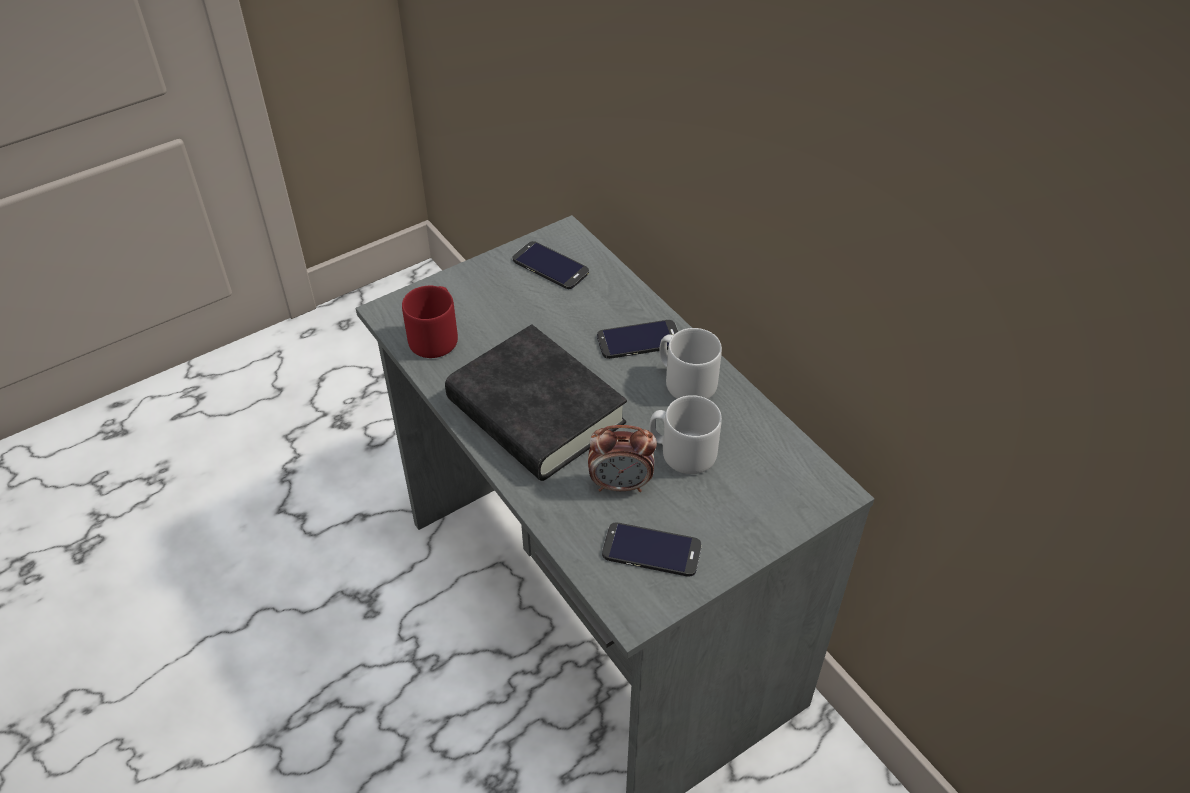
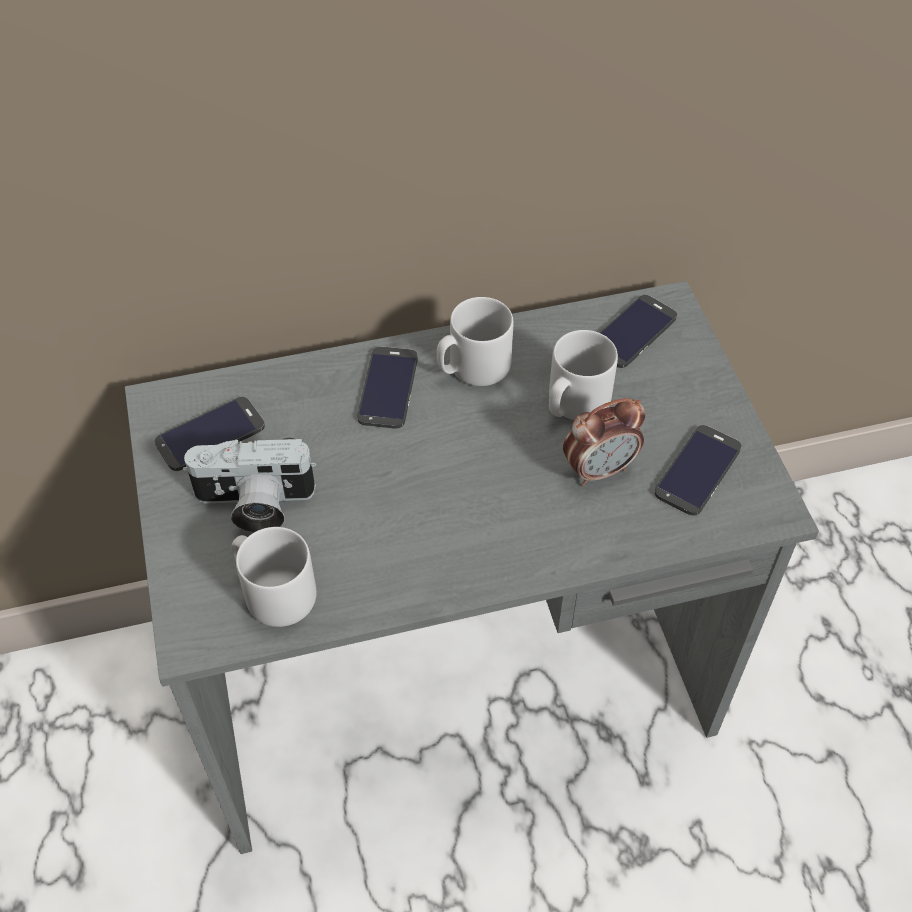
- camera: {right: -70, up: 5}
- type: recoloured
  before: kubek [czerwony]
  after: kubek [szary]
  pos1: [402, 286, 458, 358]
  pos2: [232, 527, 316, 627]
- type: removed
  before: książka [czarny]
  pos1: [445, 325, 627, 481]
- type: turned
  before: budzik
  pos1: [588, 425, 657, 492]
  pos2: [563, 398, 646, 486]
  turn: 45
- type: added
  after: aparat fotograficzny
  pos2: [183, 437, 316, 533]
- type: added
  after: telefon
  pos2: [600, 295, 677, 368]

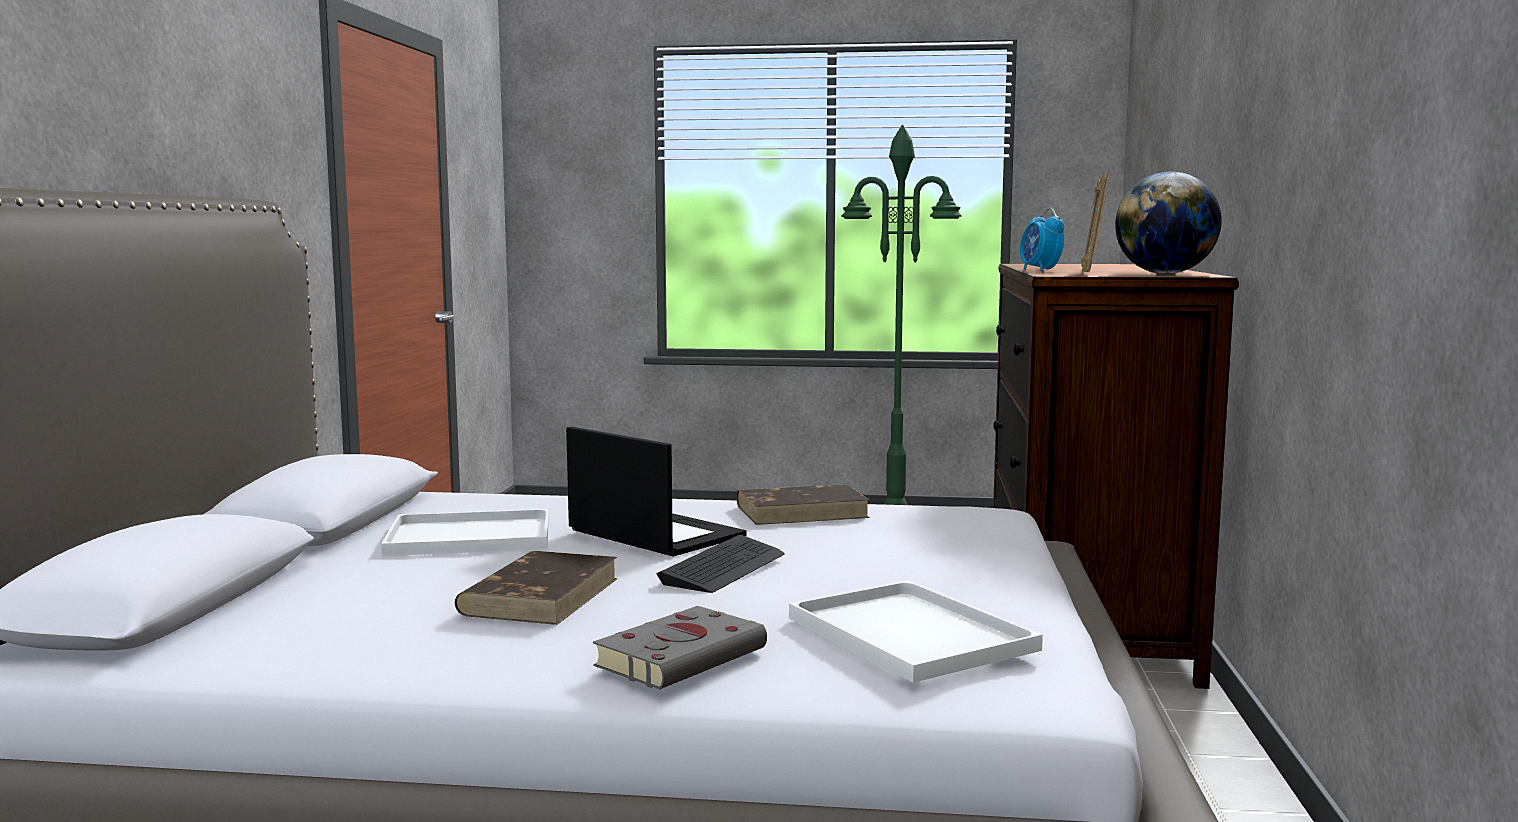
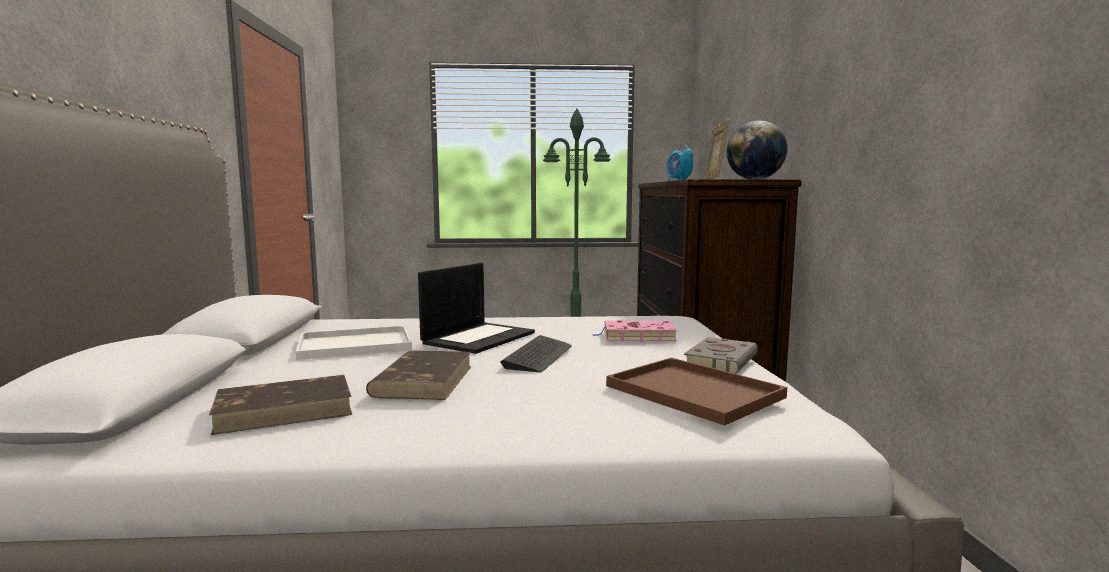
- camera: {right: -10, up: 0}
- type: turned
  before: laptop
  pos1: [566, 427, 747, 557]
  pos2: [418, 263, 535, 354]
  turn: 90
- type: moved
  before: książka [szary]
  pos1: [593, 606, 767, 689]
  pos2: [684, 337, 758, 374]
- type: moved
  before: książka [brązowy]
  pos1: [737, 484, 870, 525]
  pos2: [209, 375, 352, 435]
- type: recoloured
  before: taca [biały]
  after: taca [brązowy]
  pos1: [789, 580, 1043, 683]
  pos2: [606, 358, 787, 426]
- type: added
  after: książka [różowy]
  pos2: [592, 320, 677, 342]

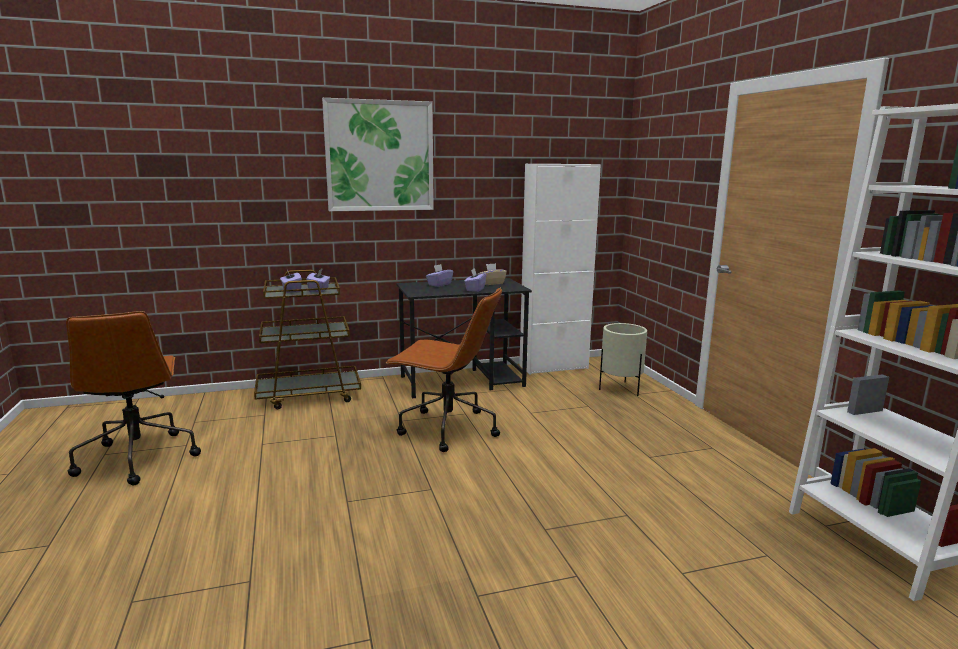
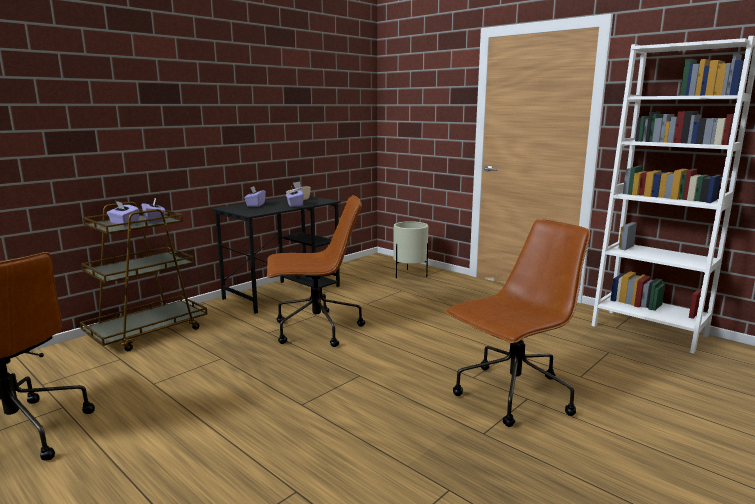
- camera: {right: -30, up: 0}
- type: removed
  before: obraz
  pos1: [322, 98, 434, 211]
- type: removed
  before: szafka [biały]
  pos1: [519, 164, 601, 375]
- type: added
  after: krzesło biurowe [brązowy]
  pos2: [445, 219, 590, 427]

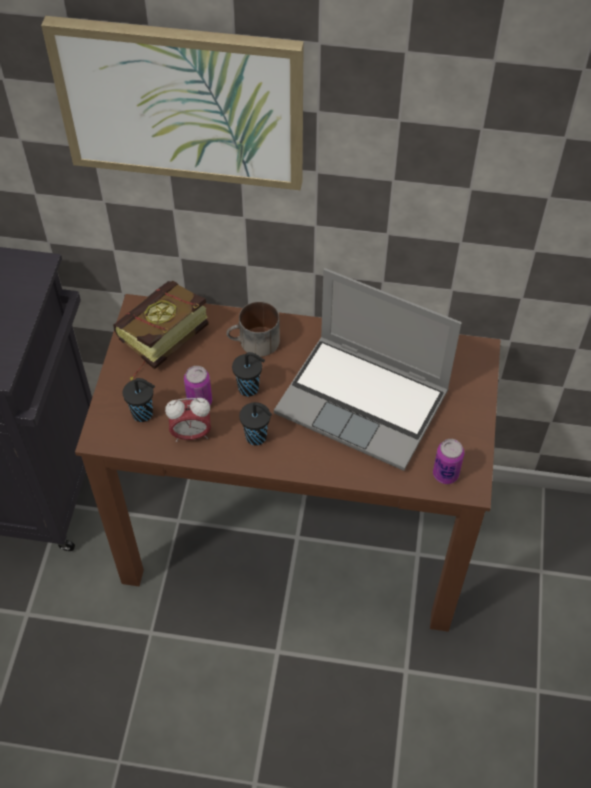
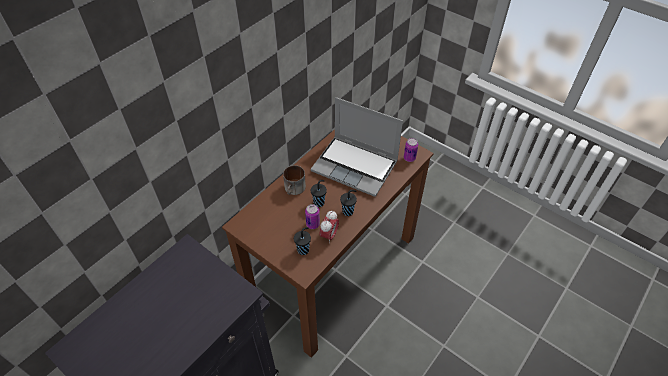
- camera: {right: -60, up: -5}
- type: removed
  before: obraz
  pos1: [41, 16, 304, 190]
- type: removed
  before: książka
  pos1: [113, 281, 209, 380]
- type: turned
  before: laptop
  pos1: [274, 268, 462, 471]
  pos2: [311, 97, 403, 197]
  turn: 60

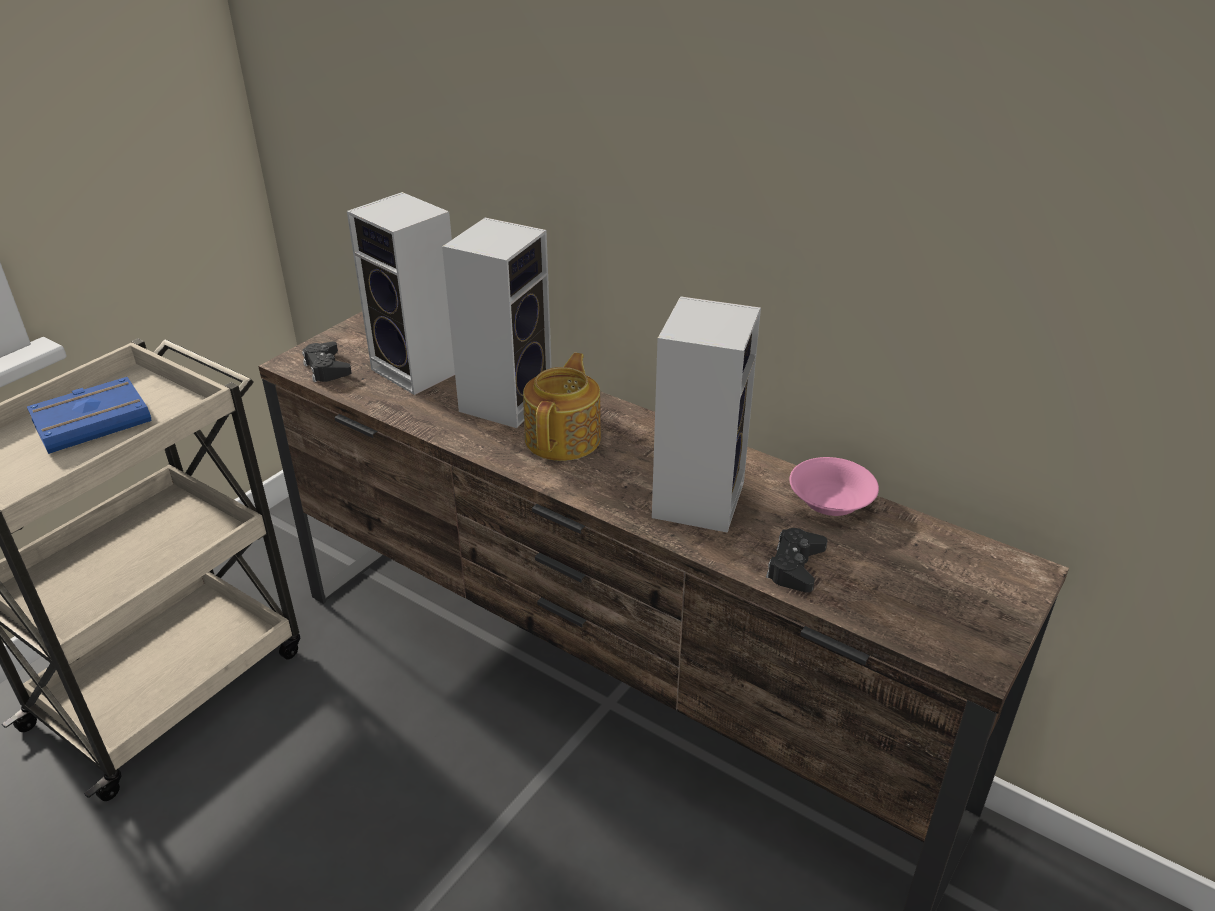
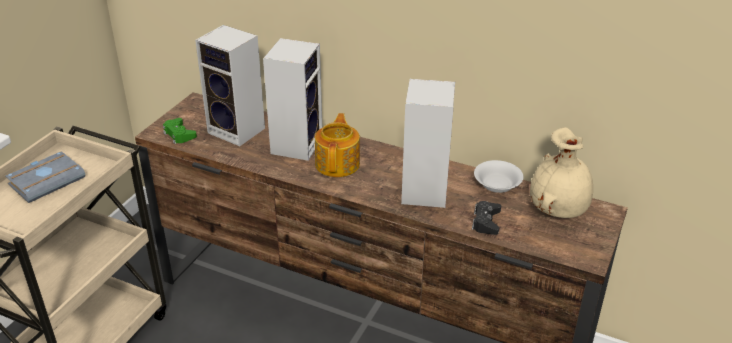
- camera: {right: -10, up: 0}
- type: recoloured
  before: książka [niebieski]
  after: książka [szary]
  pos1: [27, 377, 152, 454]
  pos2: [5, 151, 86, 203]
- type: recoloured
  before: pad do gier [czarny]
  after: pad do gier [zielony]
  pos1: [302, 342, 352, 382]
  pos2: [163, 118, 197, 144]
- type: recoloured
  before: miska [różowy]
  after: miska [biały]
  pos1: [789, 457, 879, 516]
  pos2: [474, 160, 524, 193]
- type: added
  after: wazon [beżowy]
  pos2: [530, 127, 593, 218]

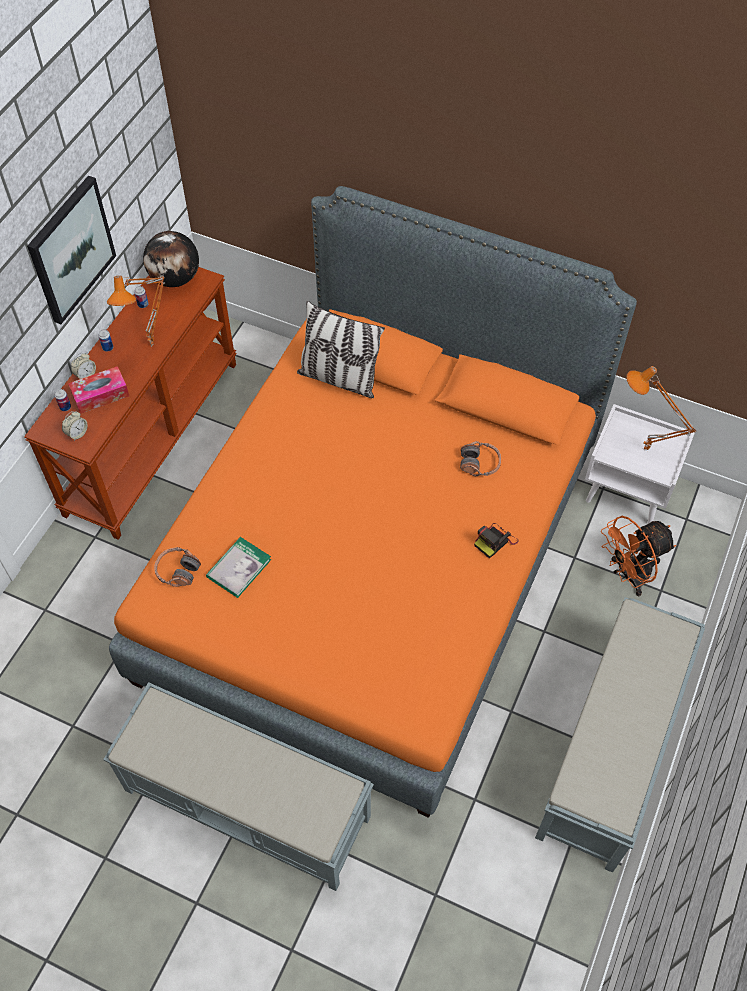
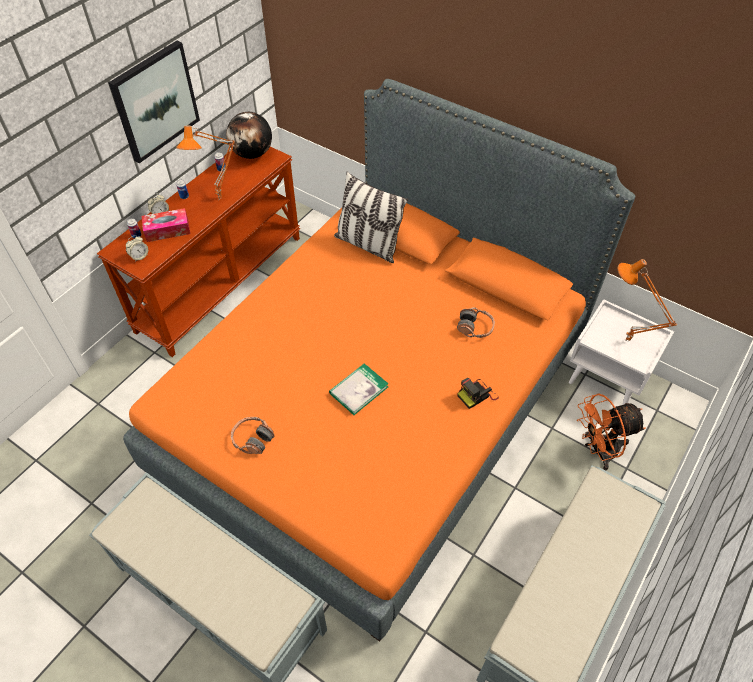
- camera: {right: 10, up: -5}
- type: moved
  before: słuchawki
  pos1: [154, 547, 201, 587]
  pos2: [231, 417, 274, 454]
- type: moved
  before: książka
  pos1: [206, 537, 271, 598]
  pos2: [329, 363, 389, 415]

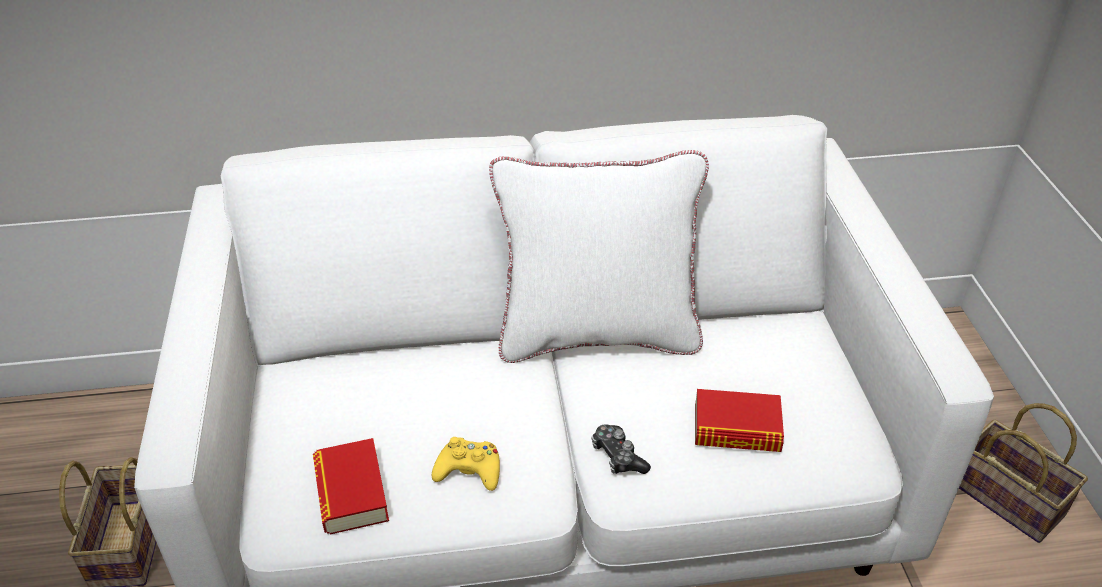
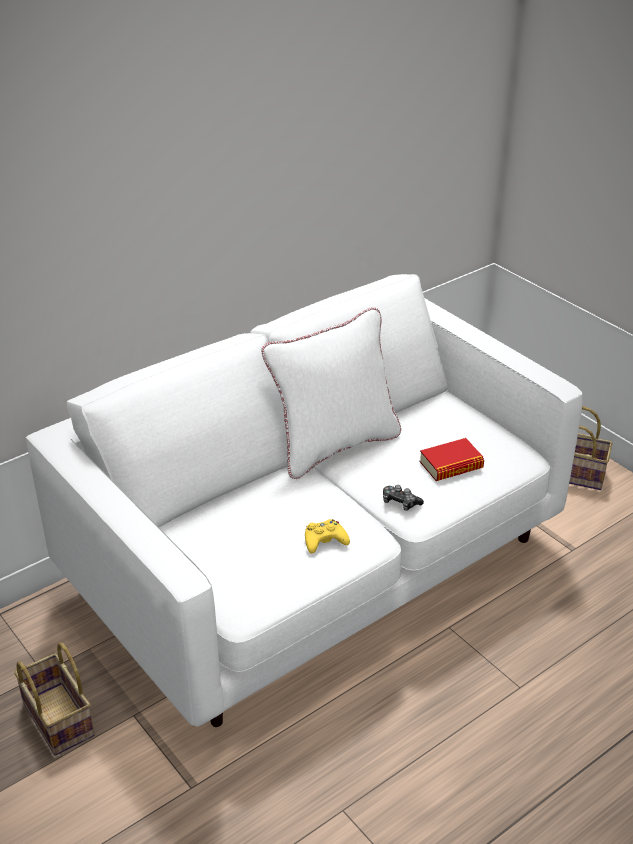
- camera: {right: -30, up: -5}
- type: removed
  before: książka
  pos1: [313, 438, 389, 534]

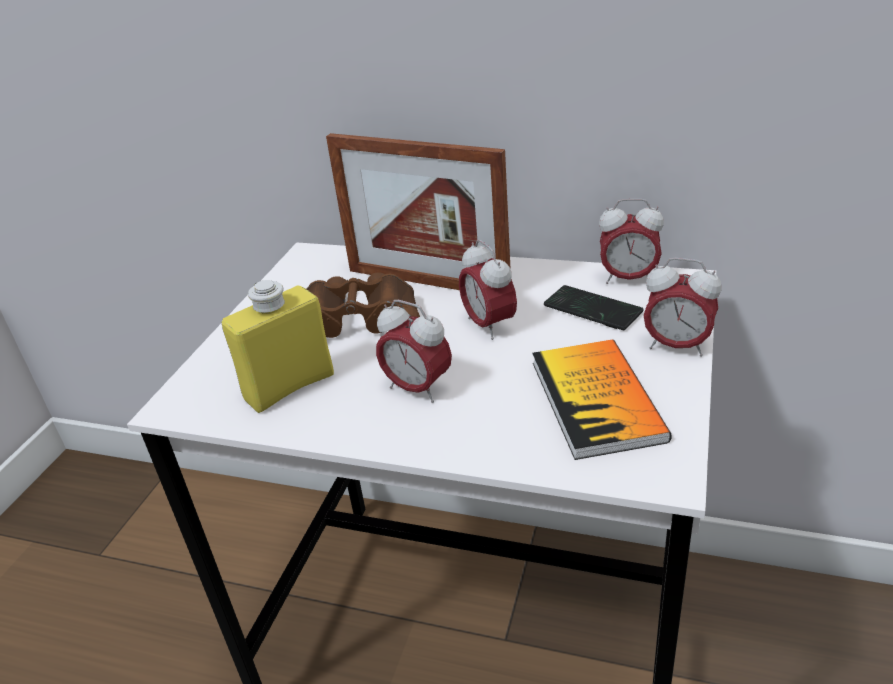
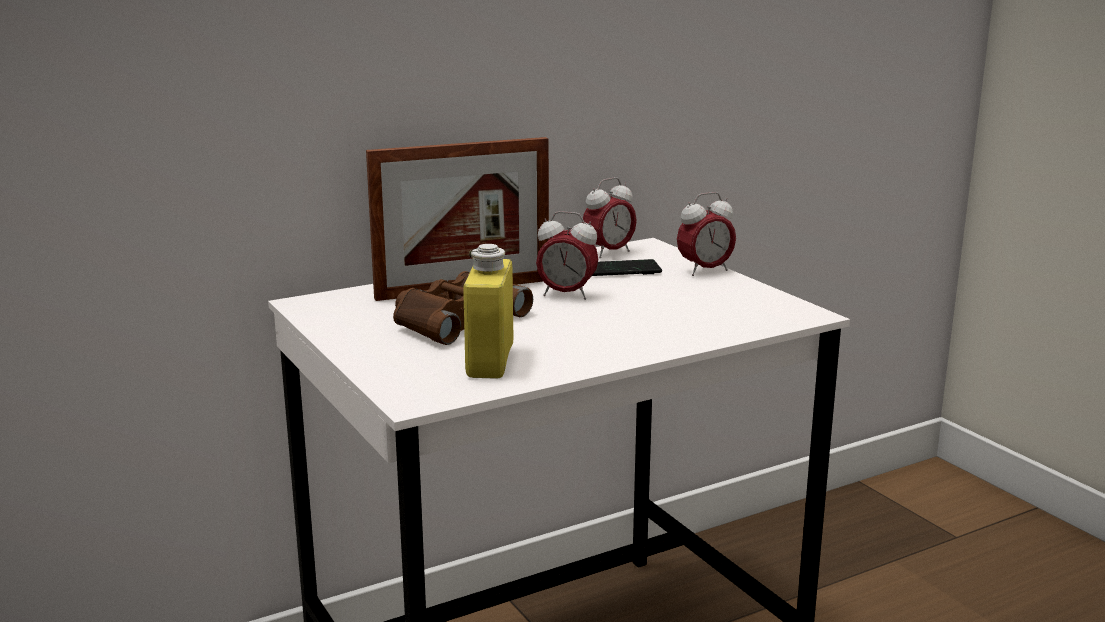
- camera: {right: -50, up: -15}
- type: removed
  before: budzik
  pos1: [376, 300, 452, 403]
- type: removed
  before: książka
  pos1: [532, 339, 672, 460]

